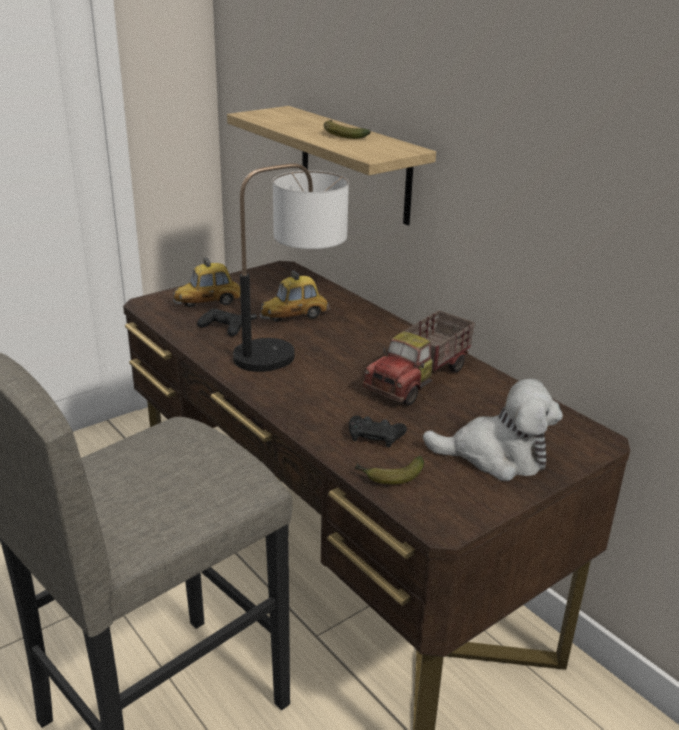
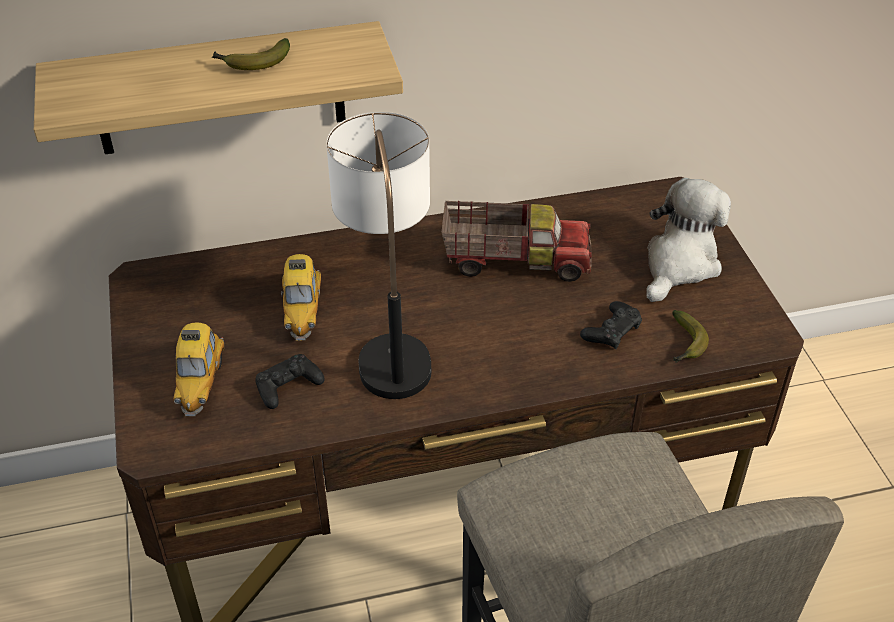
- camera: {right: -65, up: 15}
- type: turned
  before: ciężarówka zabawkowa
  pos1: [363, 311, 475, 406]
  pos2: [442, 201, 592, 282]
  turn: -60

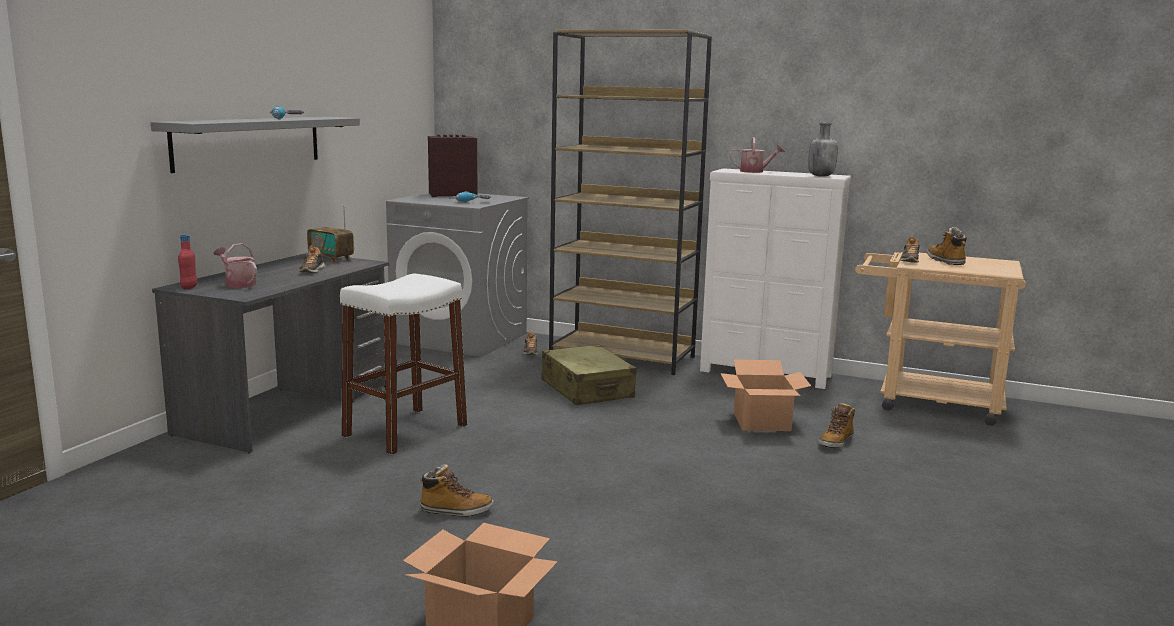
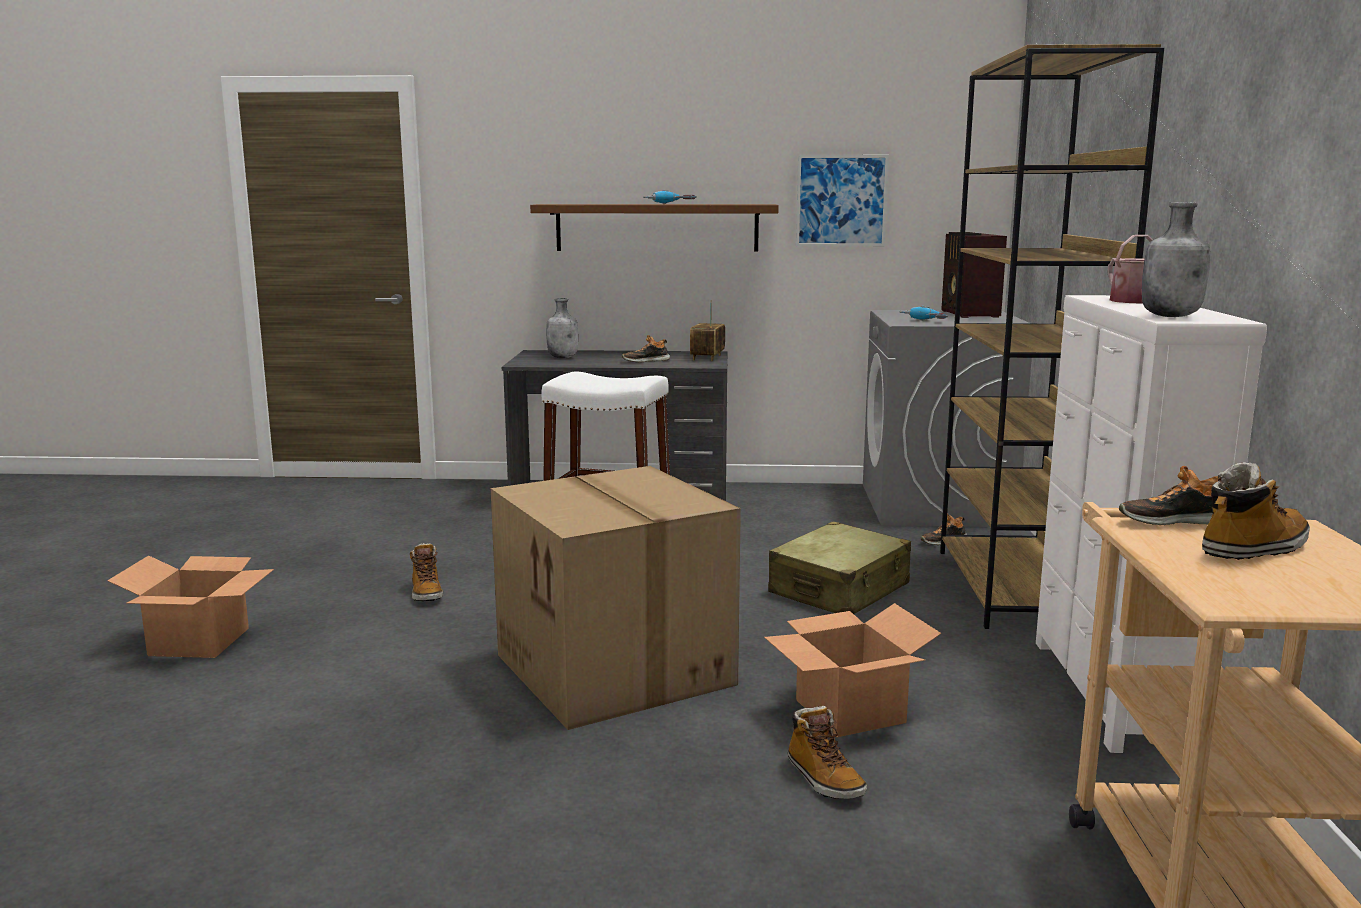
- camera: {right: 70, up: 0}
- type: recoloured
  before: półka [szary]
  after: półka [brązowy]
  pos1: [151, 117, 360, 173]
  pos2: [530, 204, 779, 252]
- type: removed
  before: butelka [czerwony]
  pos1: [178, 235, 197, 289]
- type: replaced
  before: konewka
  after: butelka [szary]
  pos1: [214, 243, 257, 288]
  pos2: [546, 298, 578, 358]
- type: turned
  before: radio
  pos1: [428, 134, 478, 197]
  pos2: [942, 232, 1007, 318]
  turn: -150
- type: turned
  before: but z cholewką
  pos1: [818, 403, 855, 448]
  pos2: [788, 706, 867, 799]
  turn: -135
- type: added
  after: karton
  pos2: [491, 466, 741, 730]
- type: added
  after: obraz
  pos2: [796, 155, 889, 246]

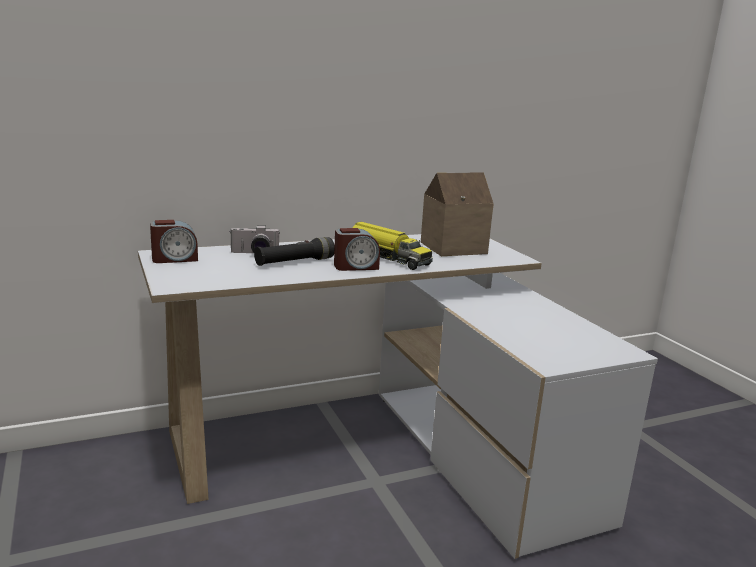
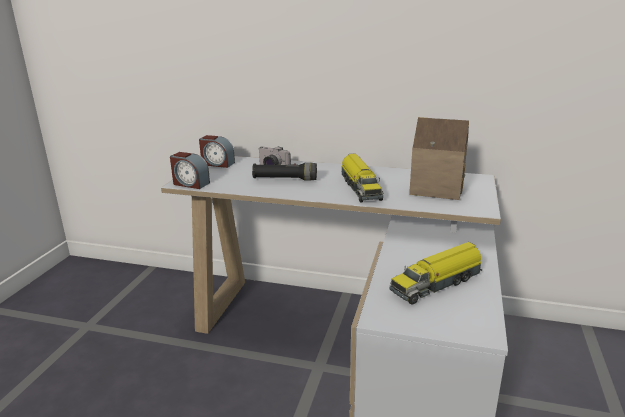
- camera: {right: 40, up: 5}
- type: moved
  before: budzik
  pos1: [334, 228, 380, 271]
  pos2: [170, 152, 210, 189]
- type: added
  after: ciężarówka zabawkowa
  pos2: [390, 242, 482, 305]

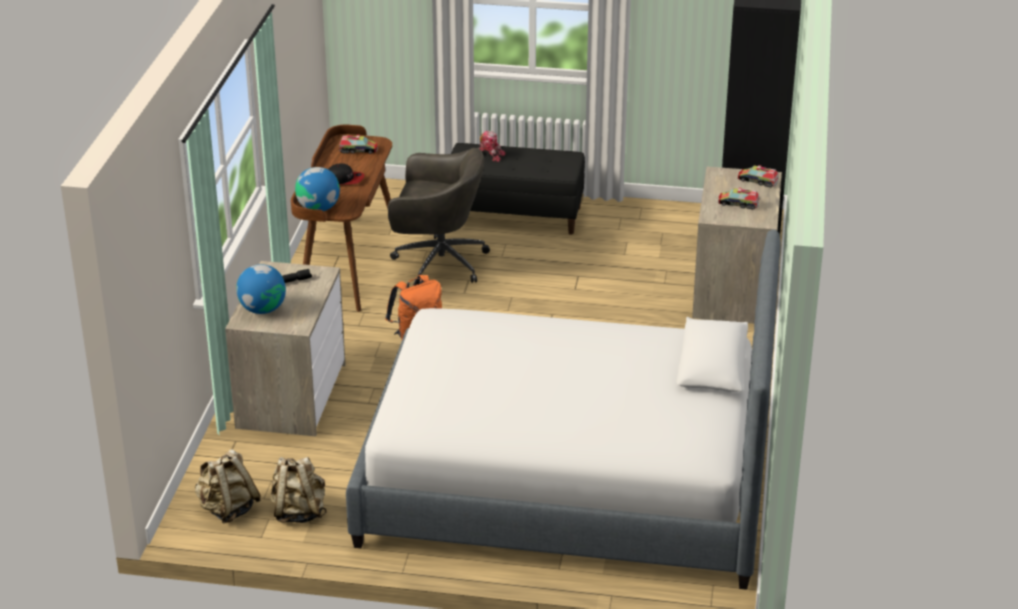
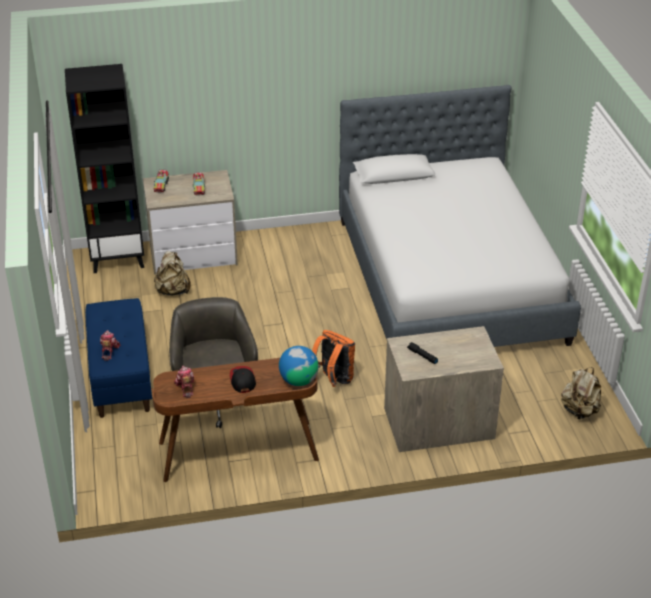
- camera: {right: -110, up: 5}
- type: removed
  before: globus
  pos1: [236, 264, 286, 314]
- type: moved
  before: plecak [beżowy]
  pos1: [270, 457, 326, 523]
  pos2: [154, 251, 191, 296]
- type: replaced
  before: ciężarówka zabawkowa
  after: robot zabawkowy
  pos1: [339, 135, 378, 154]
  pos2: [174, 366, 195, 398]
- type: recoloured
  before: ławka [czarny]
  after: ławka [niebieski]
  pos1: [451, 143, 585, 235]
  pos2: [85, 298, 152, 418]

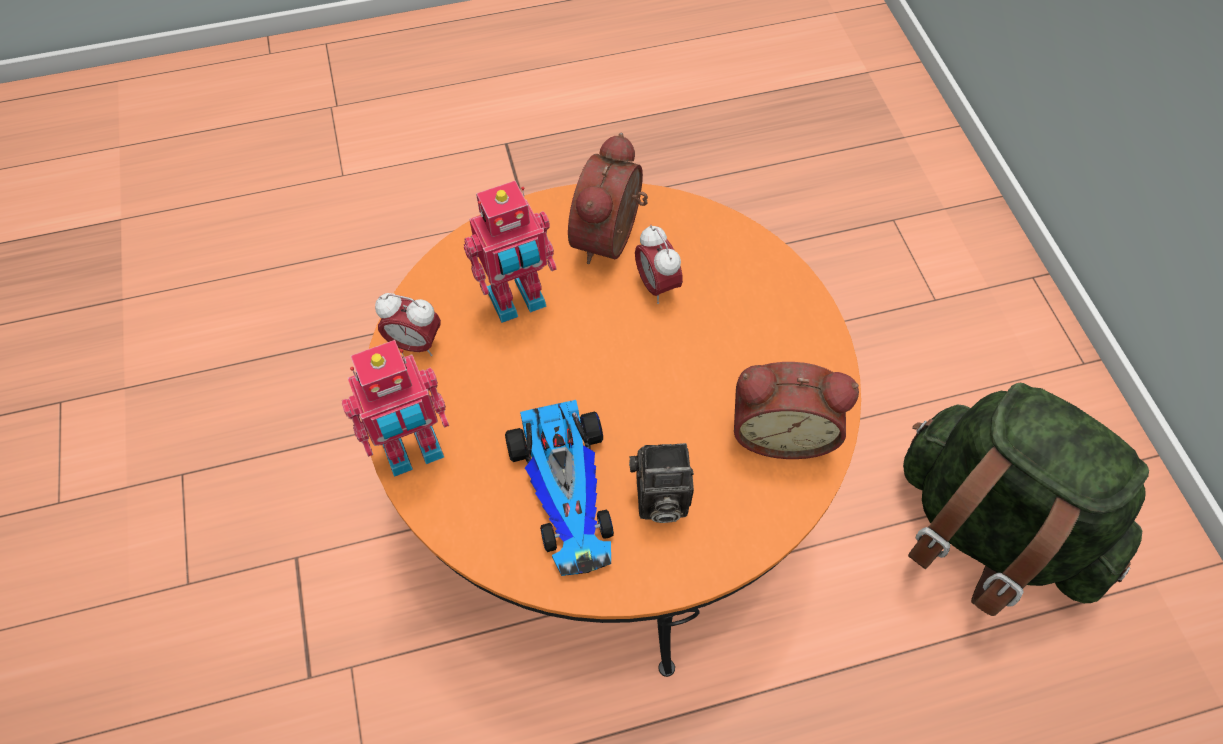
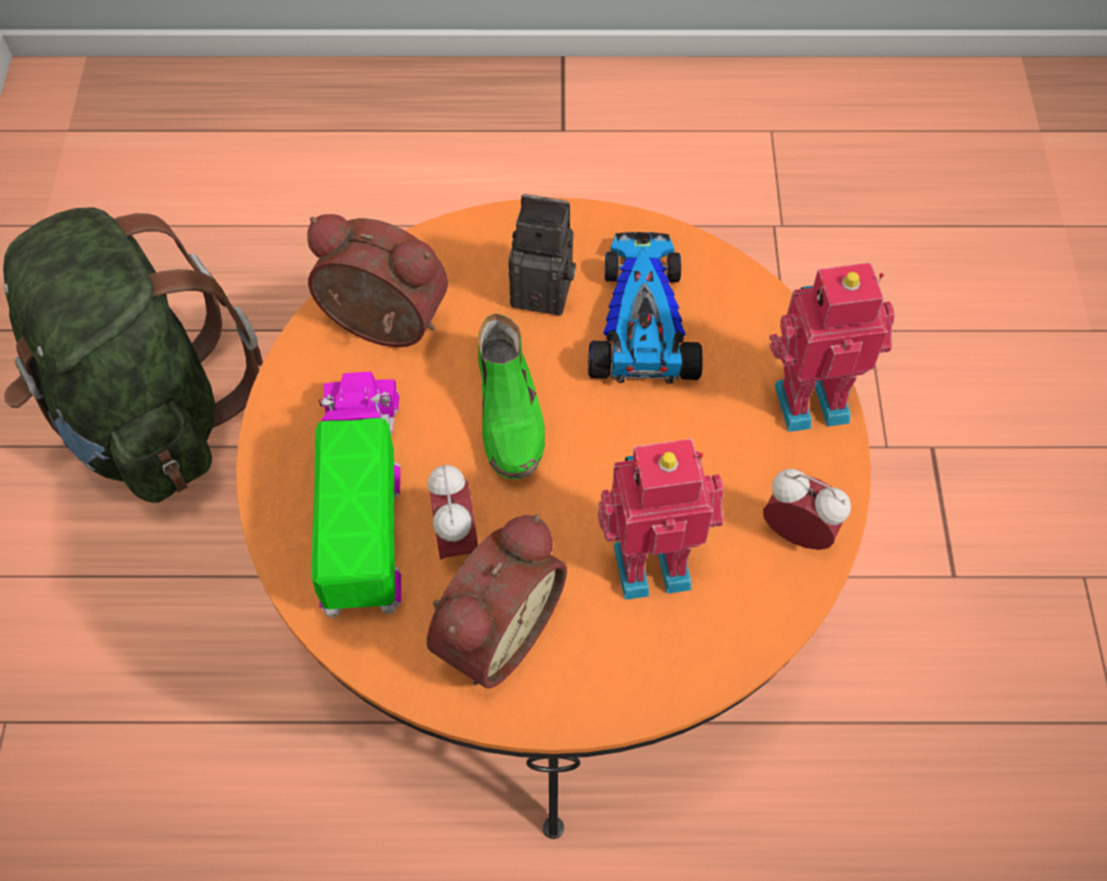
- camera: {right: -165, up: 0}
- type: added
  after: ciężarówka zabawkowa
  pos2: [311, 372, 401, 618]
- type: added
  after: but [zielony]
  pos2: [478, 314, 545, 479]

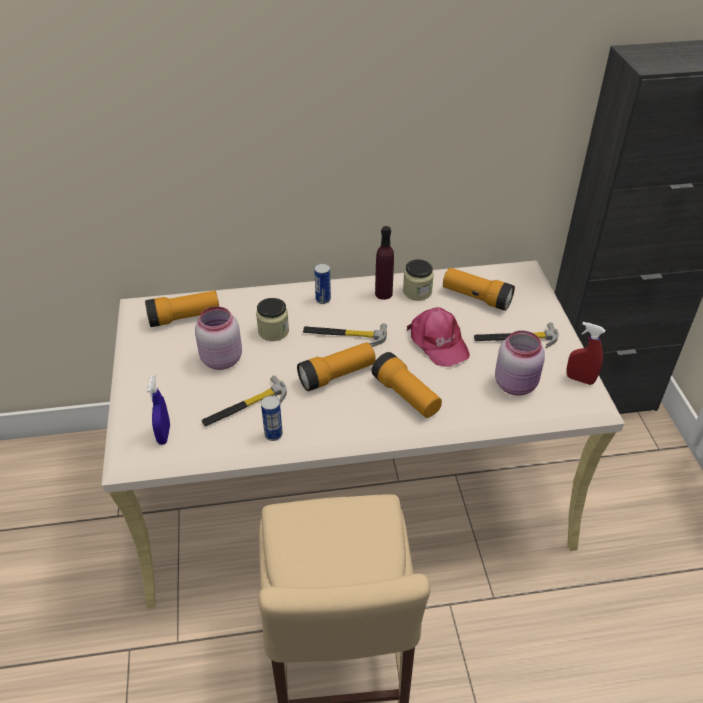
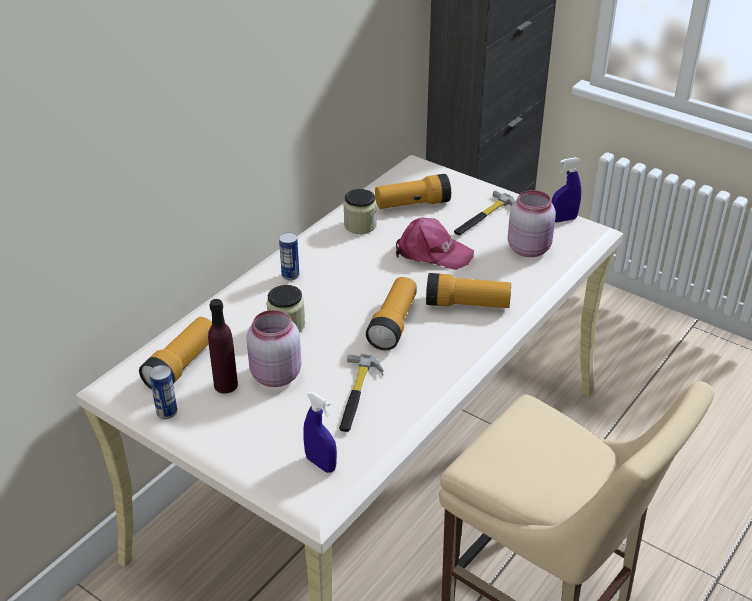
- camera: {right: -45, up: -5}
- type: moved
  before: puszka
  pos1: [261, 396, 283, 441]
  pos2: [149, 365, 177, 419]
- type: removed
  before: młotek
  pos1: [303, 323, 387, 347]
- type: moved
  before: butelka [fioletowy]
  pos1: [375, 226, 394, 300]
  pos2: [208, 299, 238, 393]
- type: recoloured
  before: spryskiwacz [czerwony]
  after: spryskiwacz [niebieski]
  pos1: [566, 322, 605, 385]
  pos2: [551, 157, 582, 223]

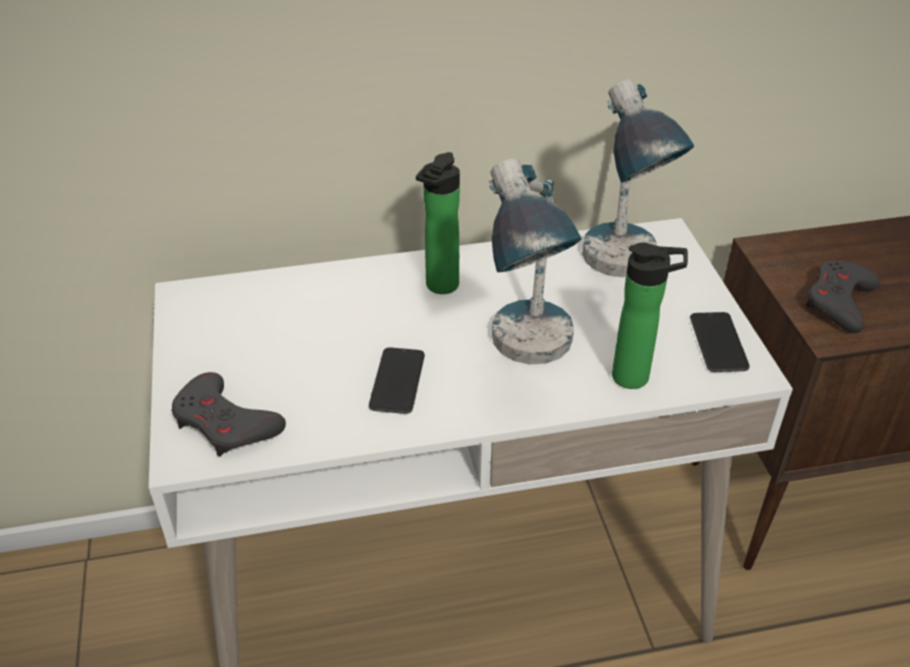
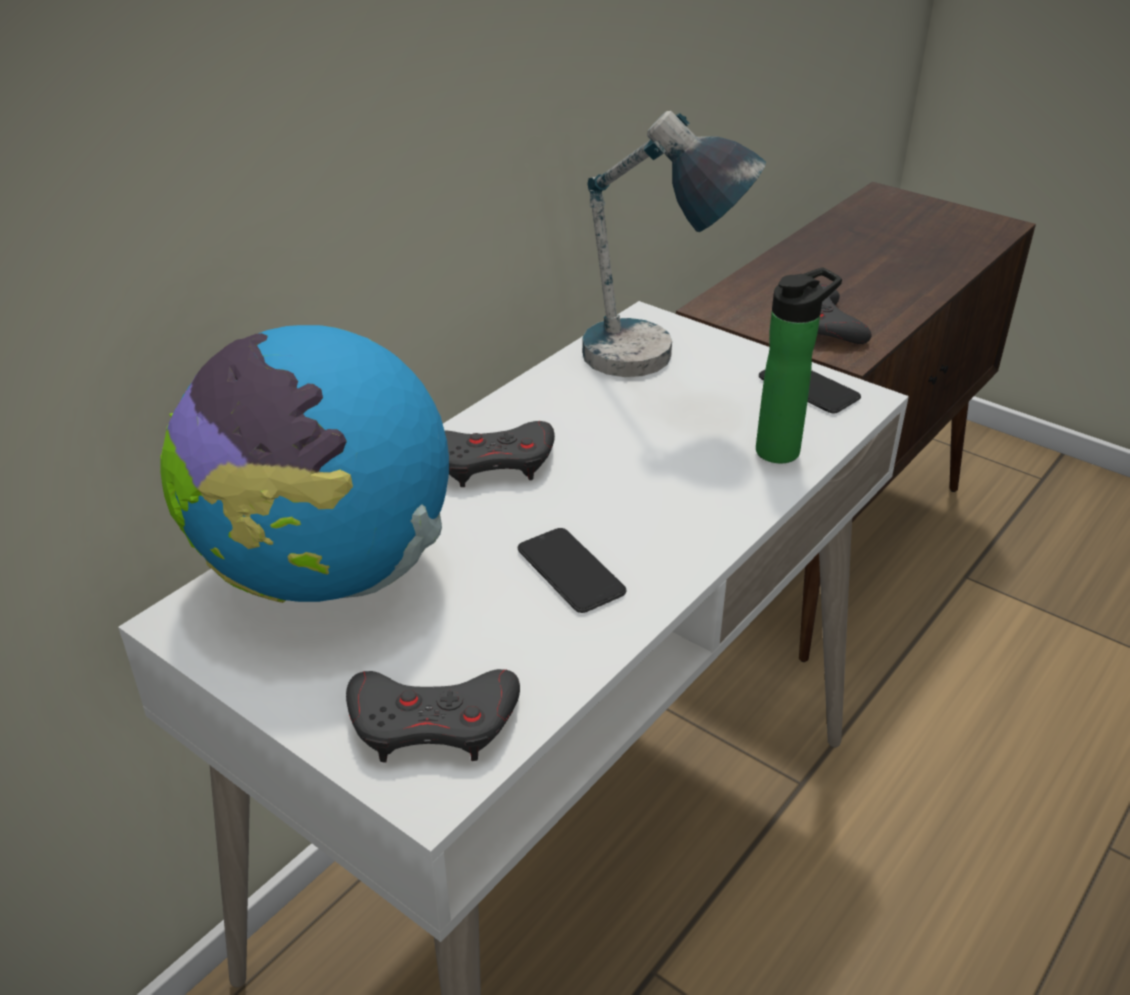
- camera: {right: -40, up: -5}
- type: replaced
  before: butelka
  after: pad do gier [szary]
  pos1: [416, 152, 460, 294]
  pos2: [444, 421, 555, 487]
- type: removed
  before: lampa stołowa
  pos1: [489, 158, 582, 365]
- type: added
  after: globus
  pos2: [160, 325, 449, 603]

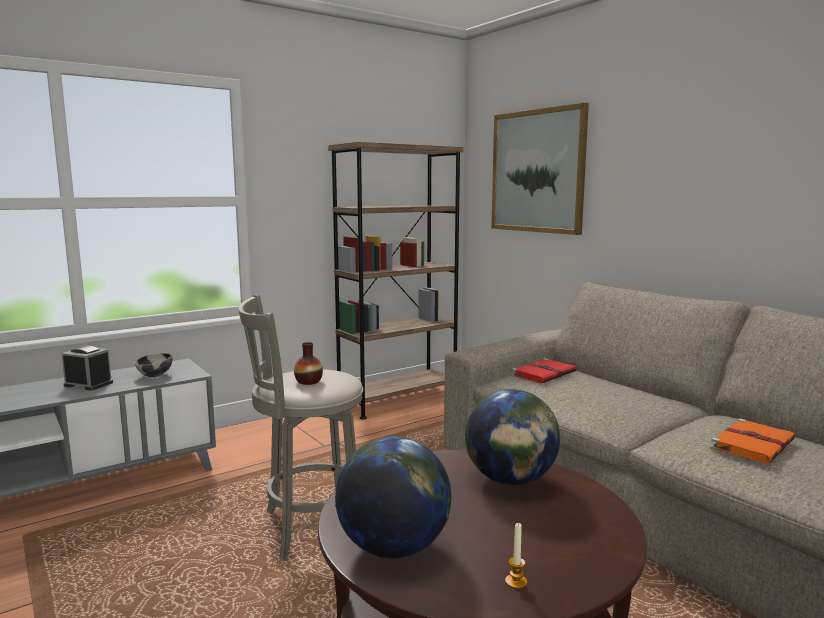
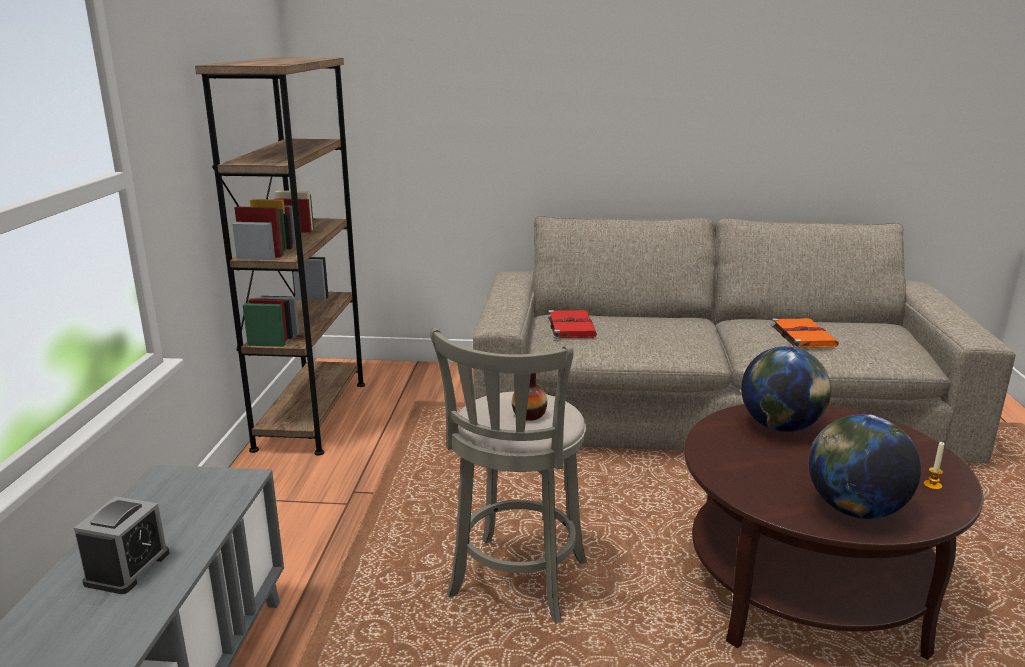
- camera: {right: -50, up: 10}
- type: turned
  before: budzik
  pos1: [61, 346, 113, 390]
  pos2: [74, 496, 170, 594]
  turn: 135
- type: removed
  before: miska
  pos1: [135, 353, 172, 377]
- type: removed
  before: obraz
  pos1: [491, 103, 589, 235]

